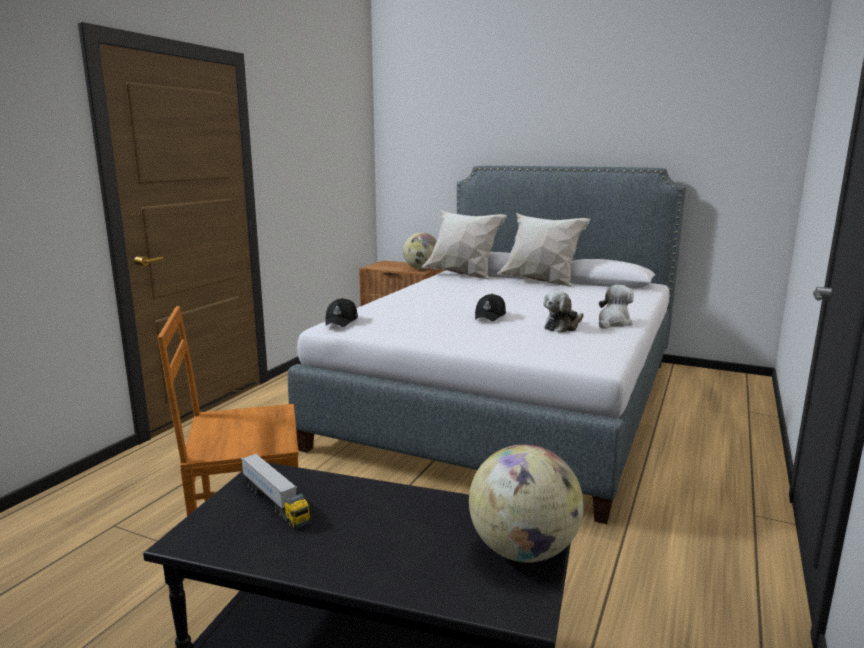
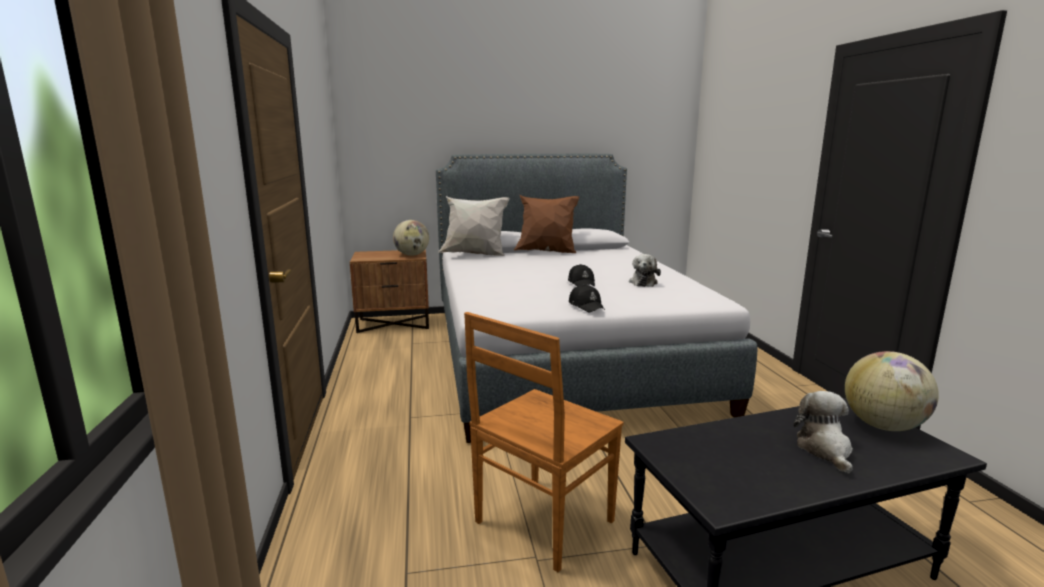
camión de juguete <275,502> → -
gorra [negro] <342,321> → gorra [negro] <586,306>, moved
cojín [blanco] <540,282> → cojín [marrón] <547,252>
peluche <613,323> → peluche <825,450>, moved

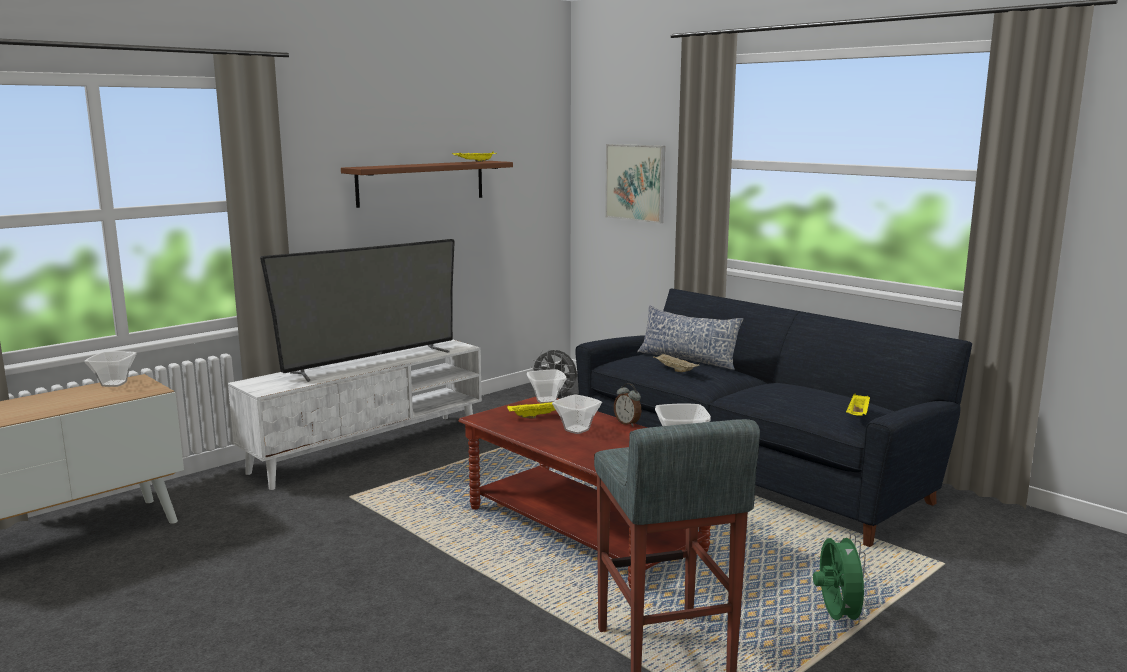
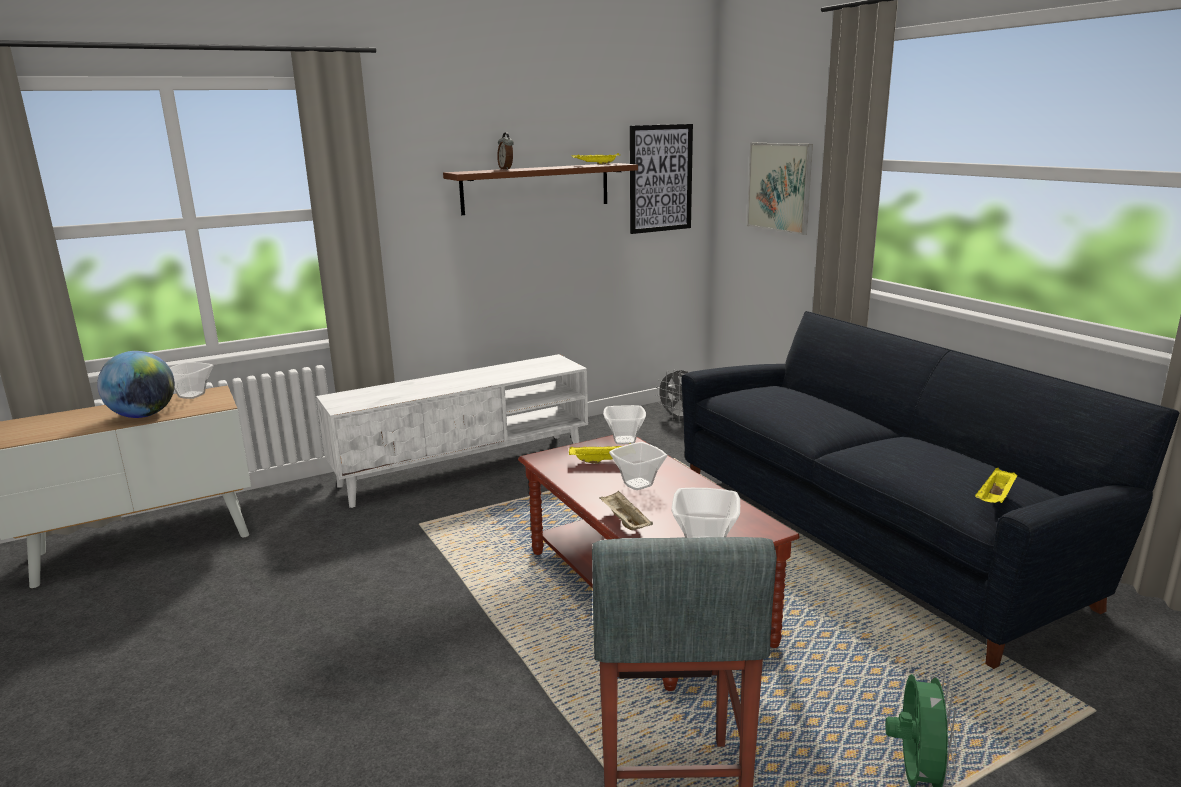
televisor <371,362> → -
despertador <627,423> → despertador <506,169>, moved
cojín <687,359> → -
bandeja [beis] <674,370> → bandeja [beis] <624,522>, moved
- → globo terráqueo <143,415>
- → cuadro <660,178>

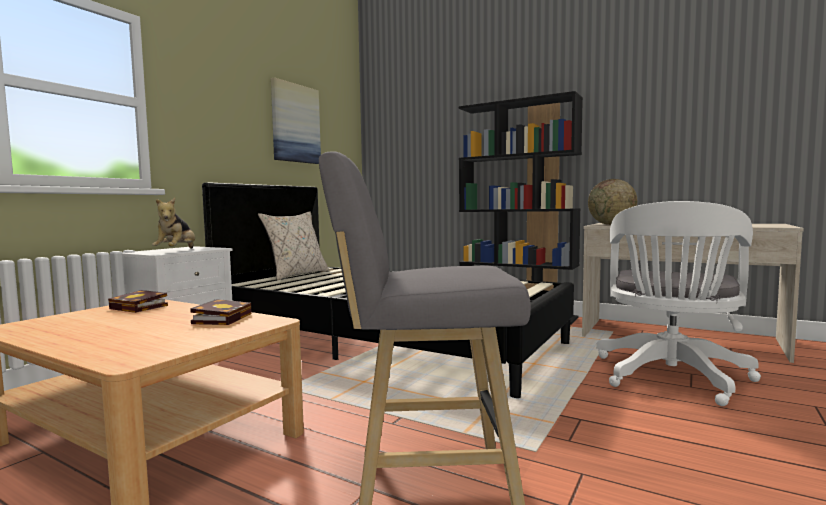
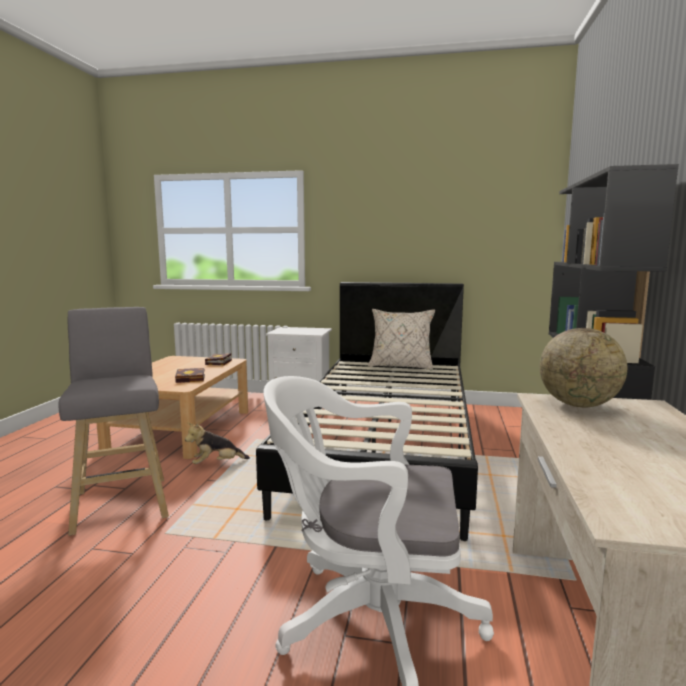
peluche <176,251> → peluche <216,464>, moved
cuadro <295,123> → -

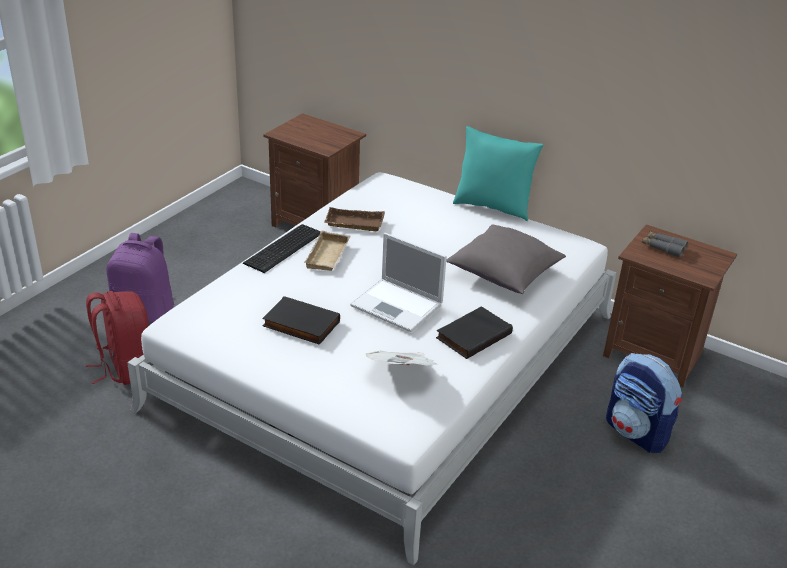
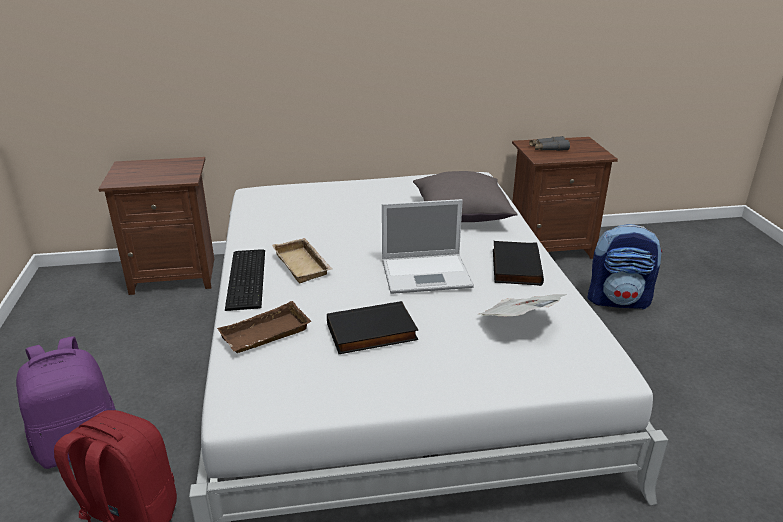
bandeja [marrón] <353,224> → bandeja [marrón] <265,335>, moved
cojín [turquesa] <492,207> → -

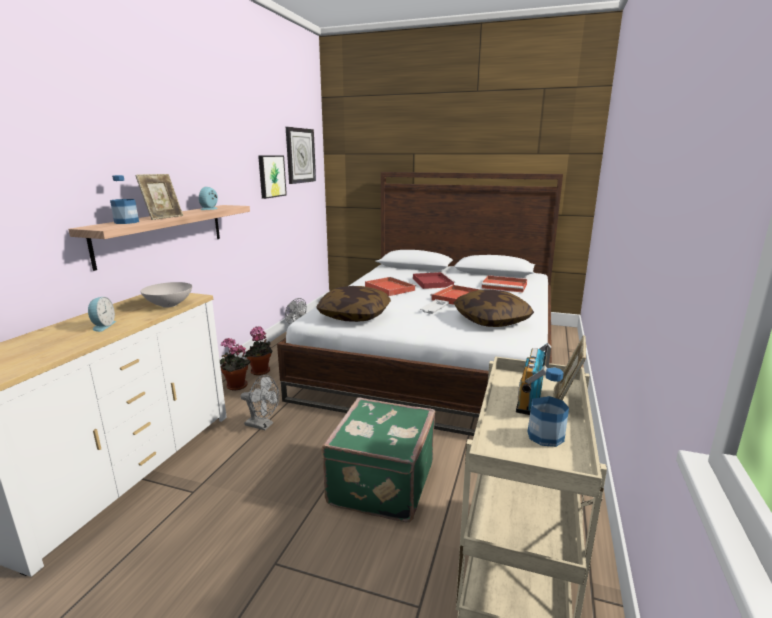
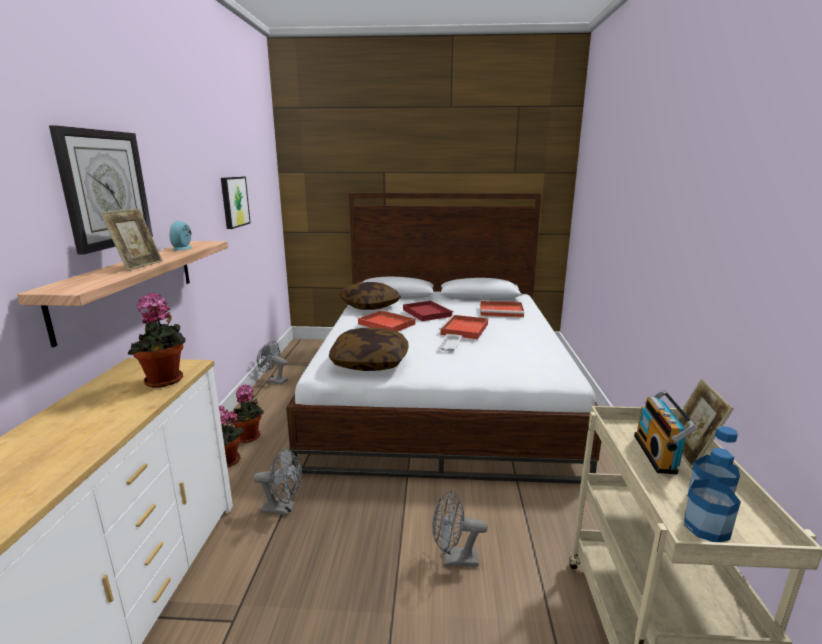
despertador <102,326> → -
botella <126,222> → botella <706,527>, moved
cuenco [blanco] <169,305> → planta en maceta <165,382>
reloj de pared <300,155> → reloj de pared <105,189>, moved
maleta [verde] <379,483> → ventilador [gris] <454,559>
cojín <491,320> → cojín <370,306>, moved

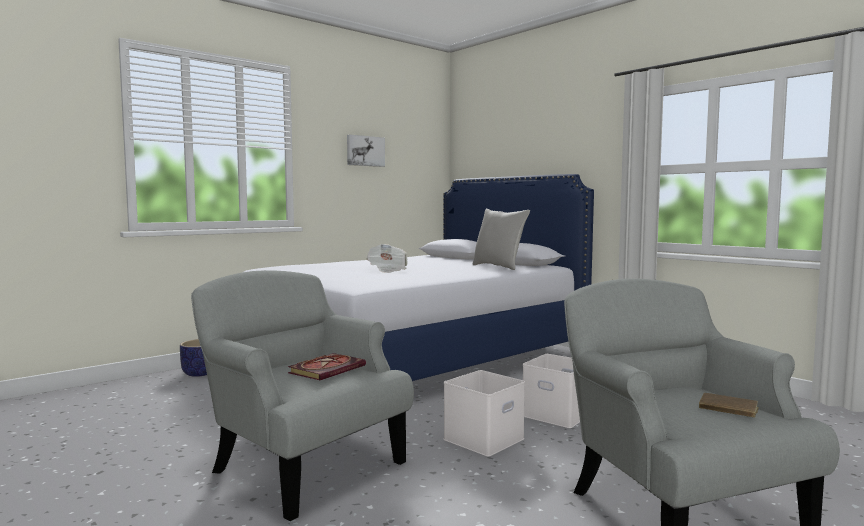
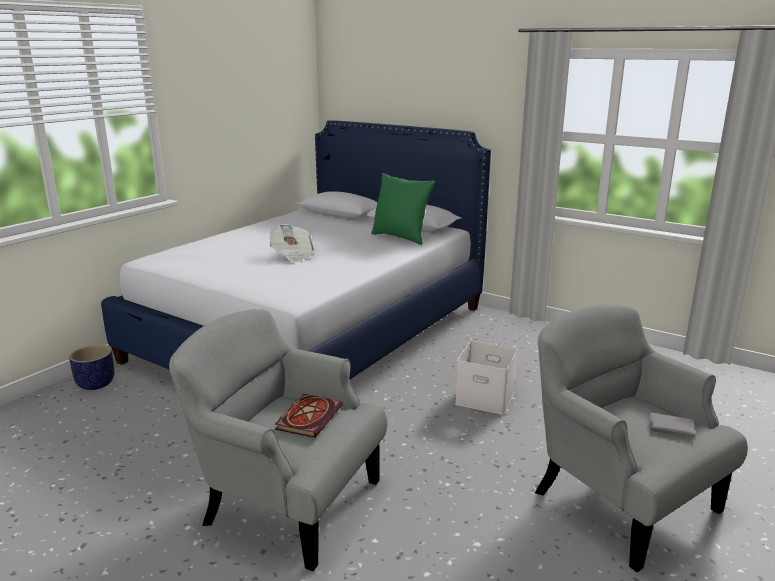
cuadro <365,151> → -
caja de almacenaje [blanco] <483,438> → -
cojín [gris] <499,267> → cojín [verde] <401,237>
libro [marrón] <727,409> → libro [gris] <671,429>

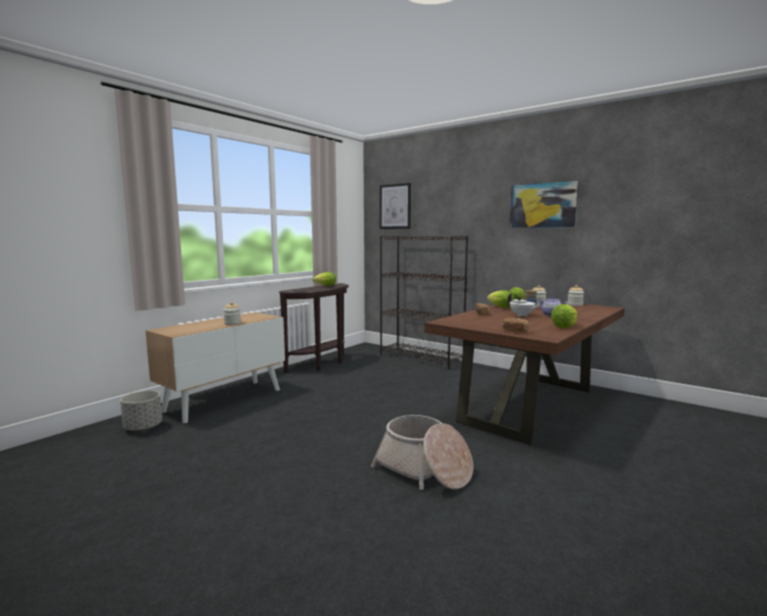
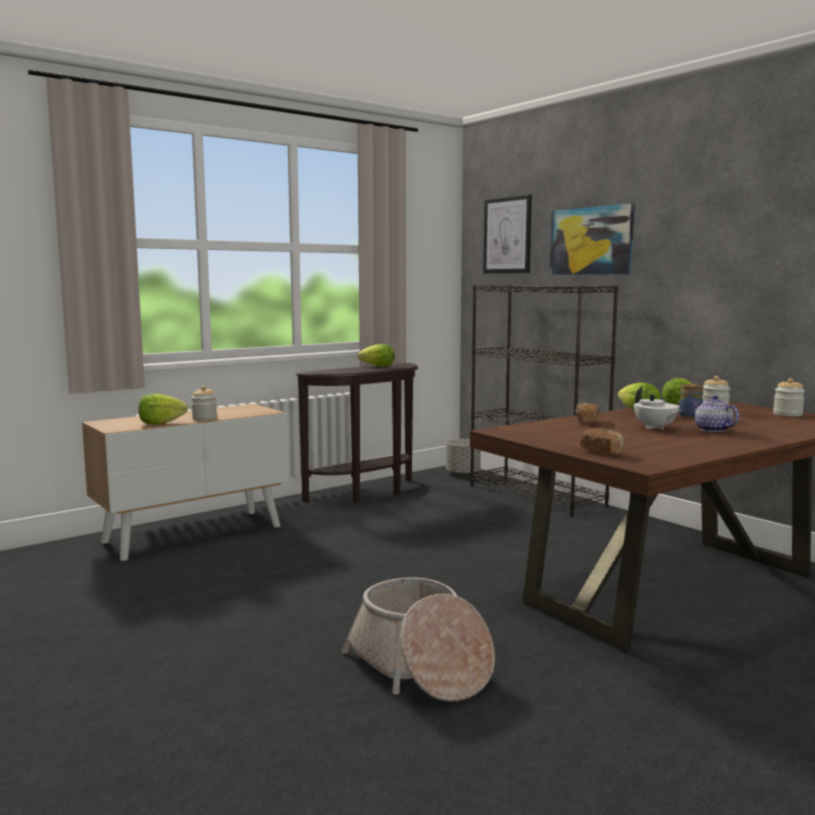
maceta [gris] <143,428> → maceta [gris] <463,474>, moved
cuadro <543,205> → cuadro <591,241>, moved
lechuga <564,326> → lechuga <160,423>, moved

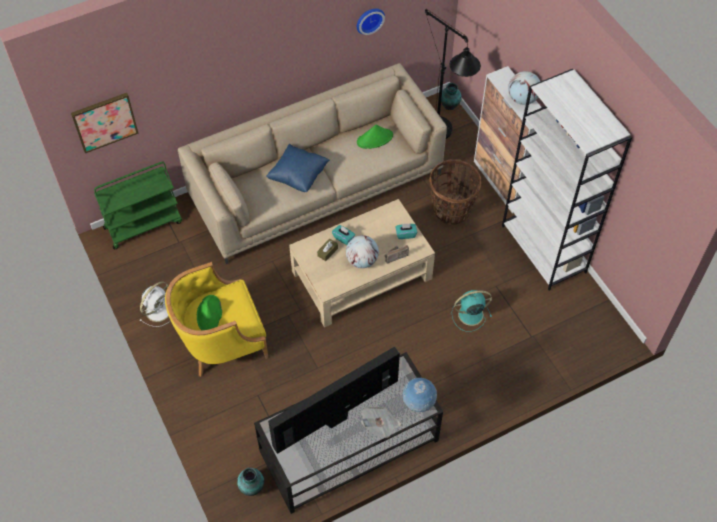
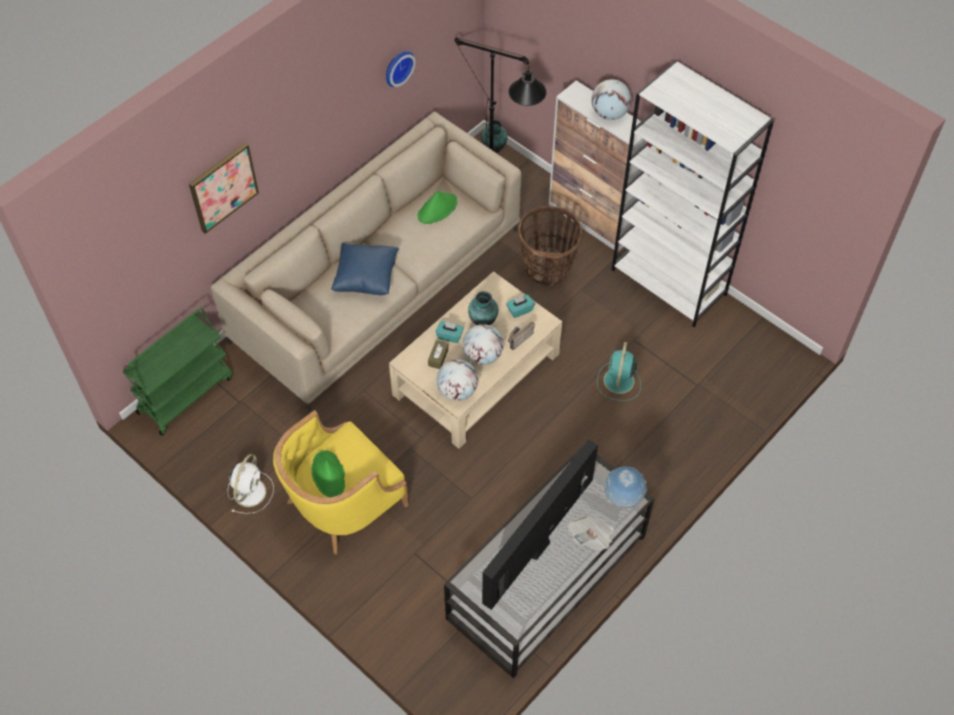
cuadro <104,122> → cuadro <223,187>, moved
florero <252,487> → florero <483,320>, moved
ventilador [turquesa] <469,315> → ventilador [turquesa] <618,382>, 45 degrees counterclockwise
- → globo terráqueo <457,391>

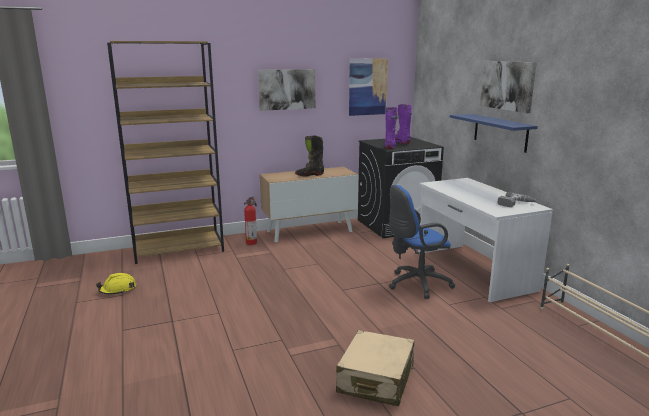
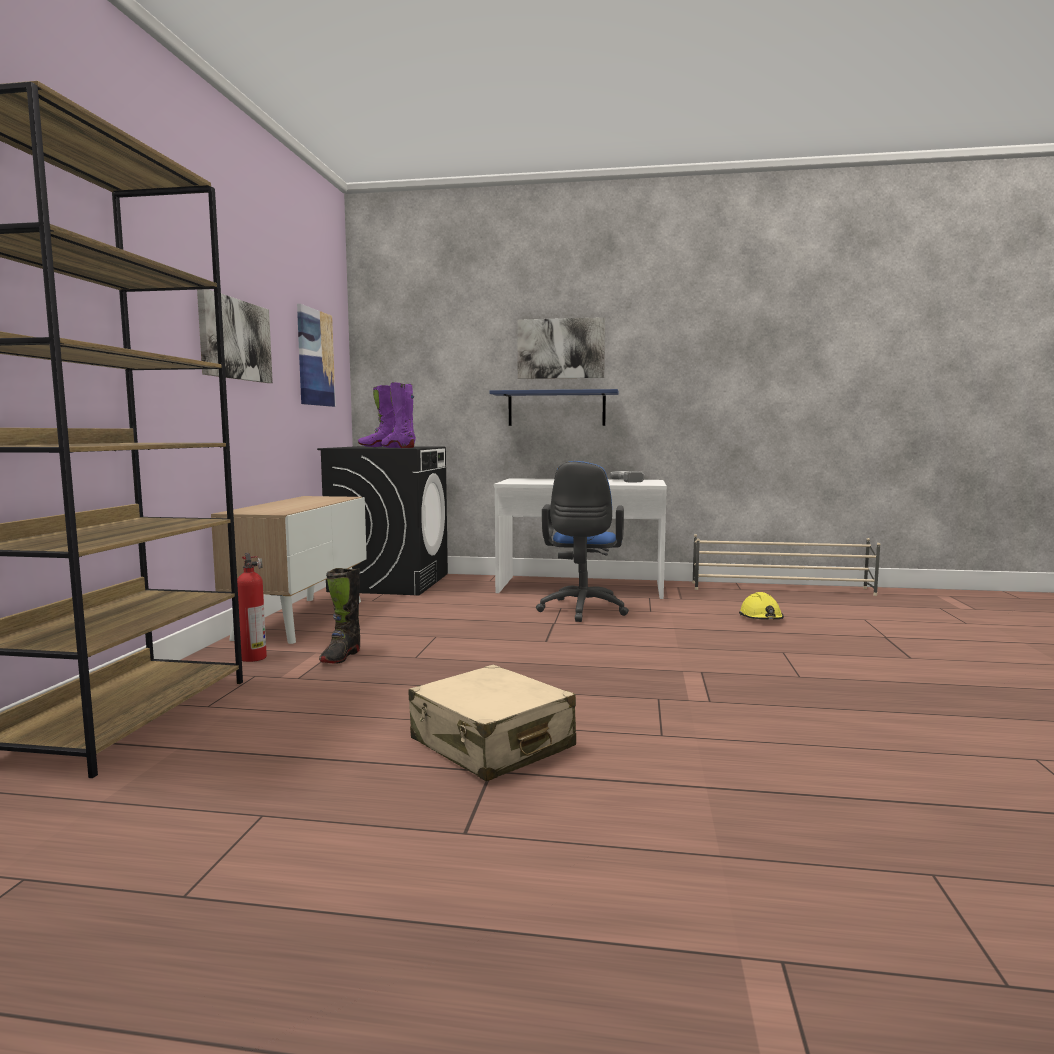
casco [amarillo] <118,290> → casco [amarillo] <761,618>, moved
bota [negro] <309,175> → bota [negro] <341,657>, moved
maleta [beis] <376,379> → maleta [beis] <491,744>, moved

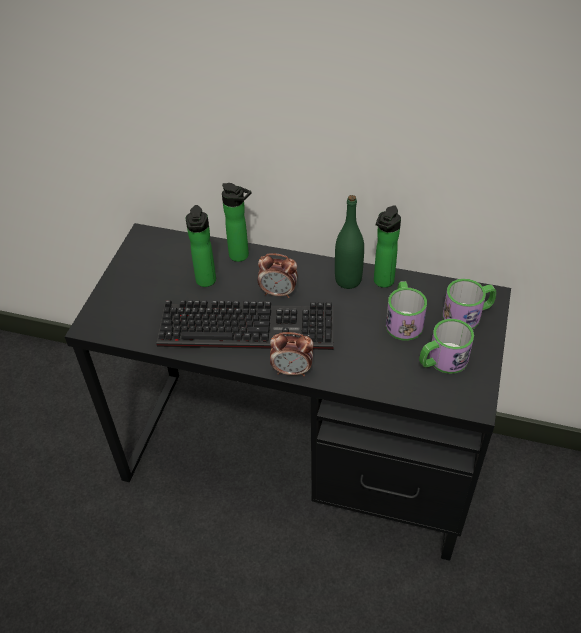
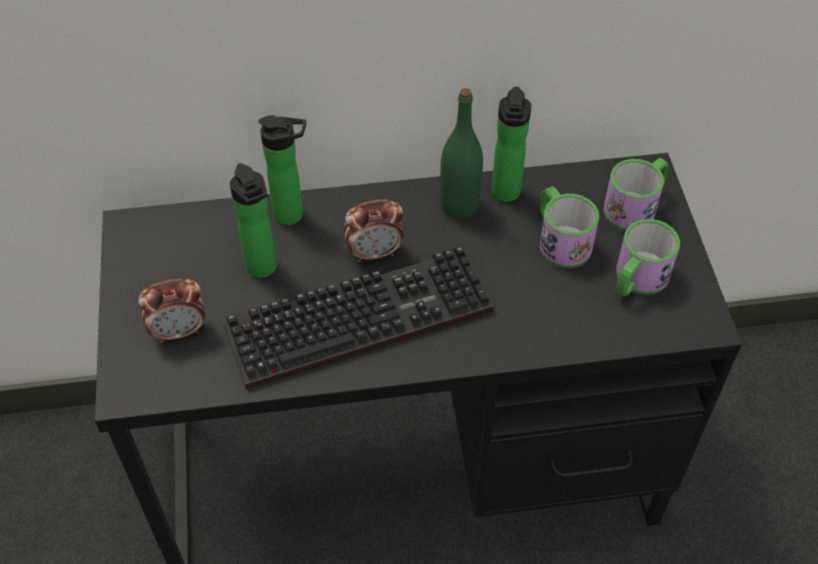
despertador <292,370> → despertador <179,331>, moved

